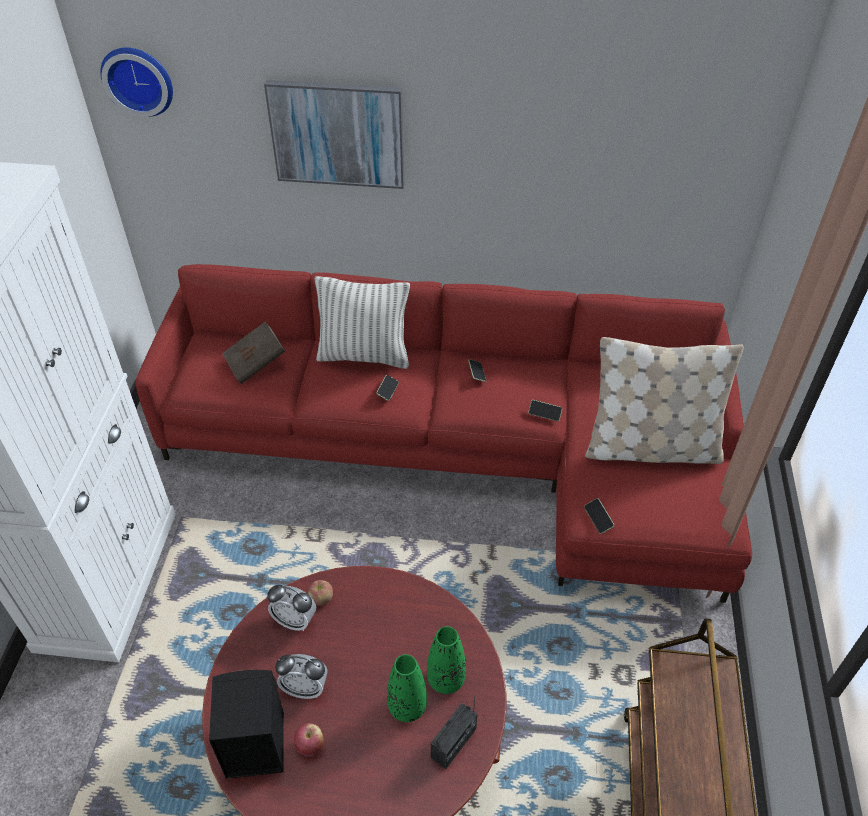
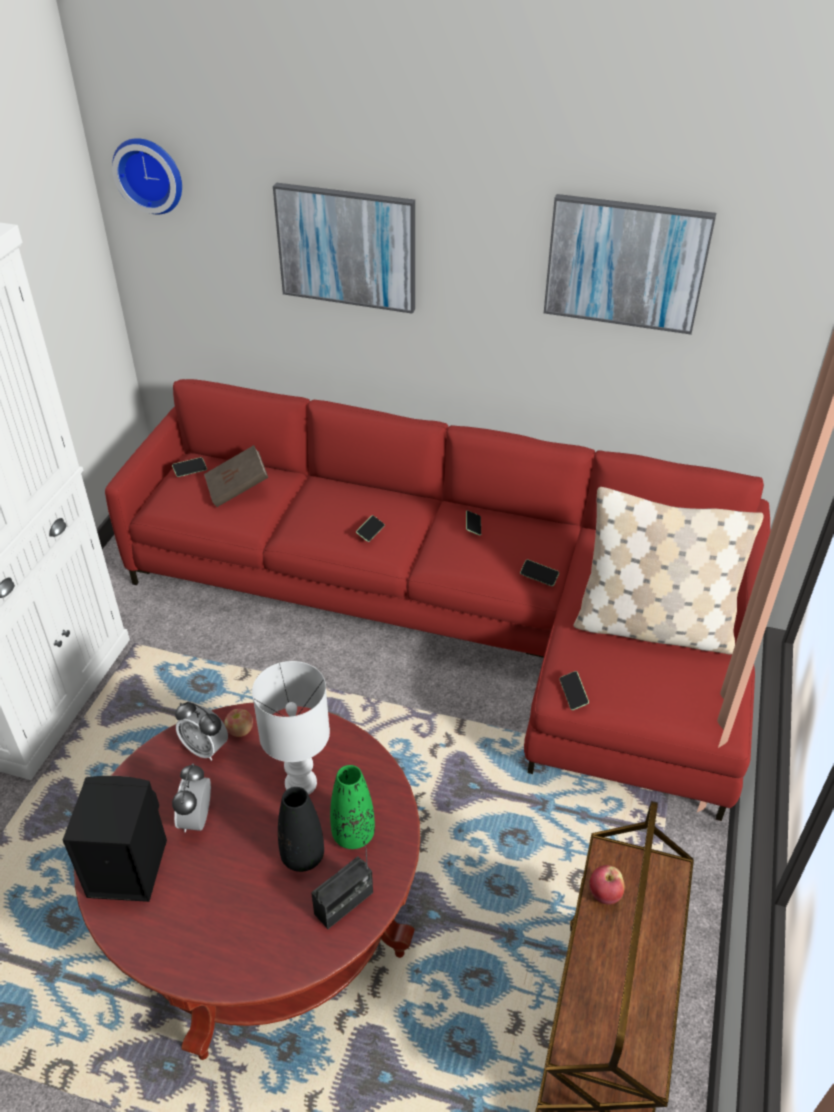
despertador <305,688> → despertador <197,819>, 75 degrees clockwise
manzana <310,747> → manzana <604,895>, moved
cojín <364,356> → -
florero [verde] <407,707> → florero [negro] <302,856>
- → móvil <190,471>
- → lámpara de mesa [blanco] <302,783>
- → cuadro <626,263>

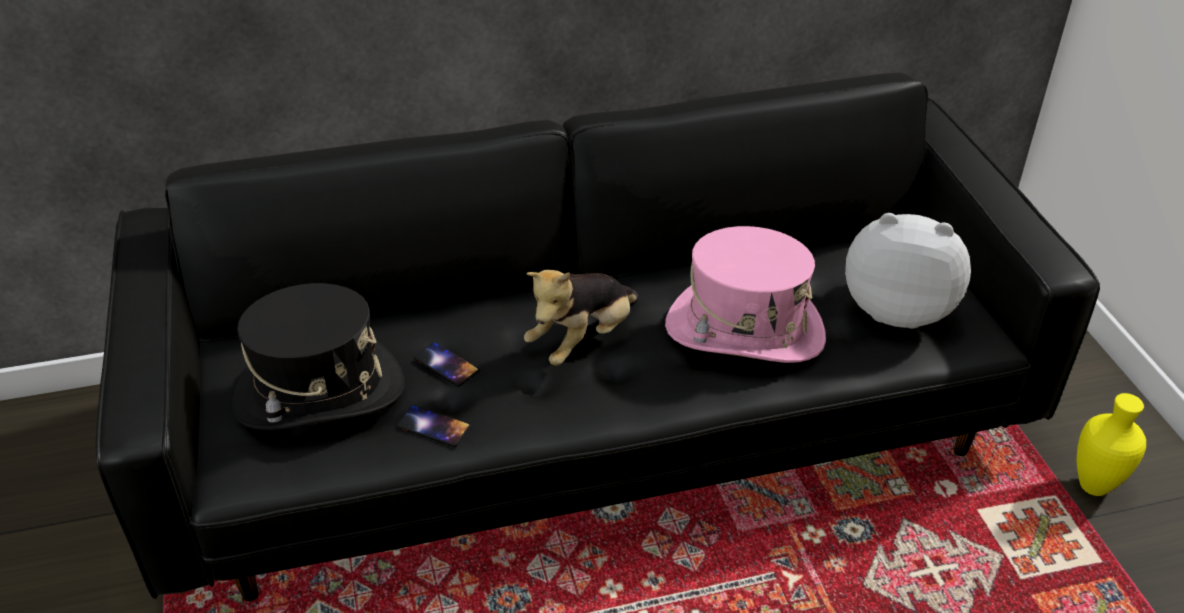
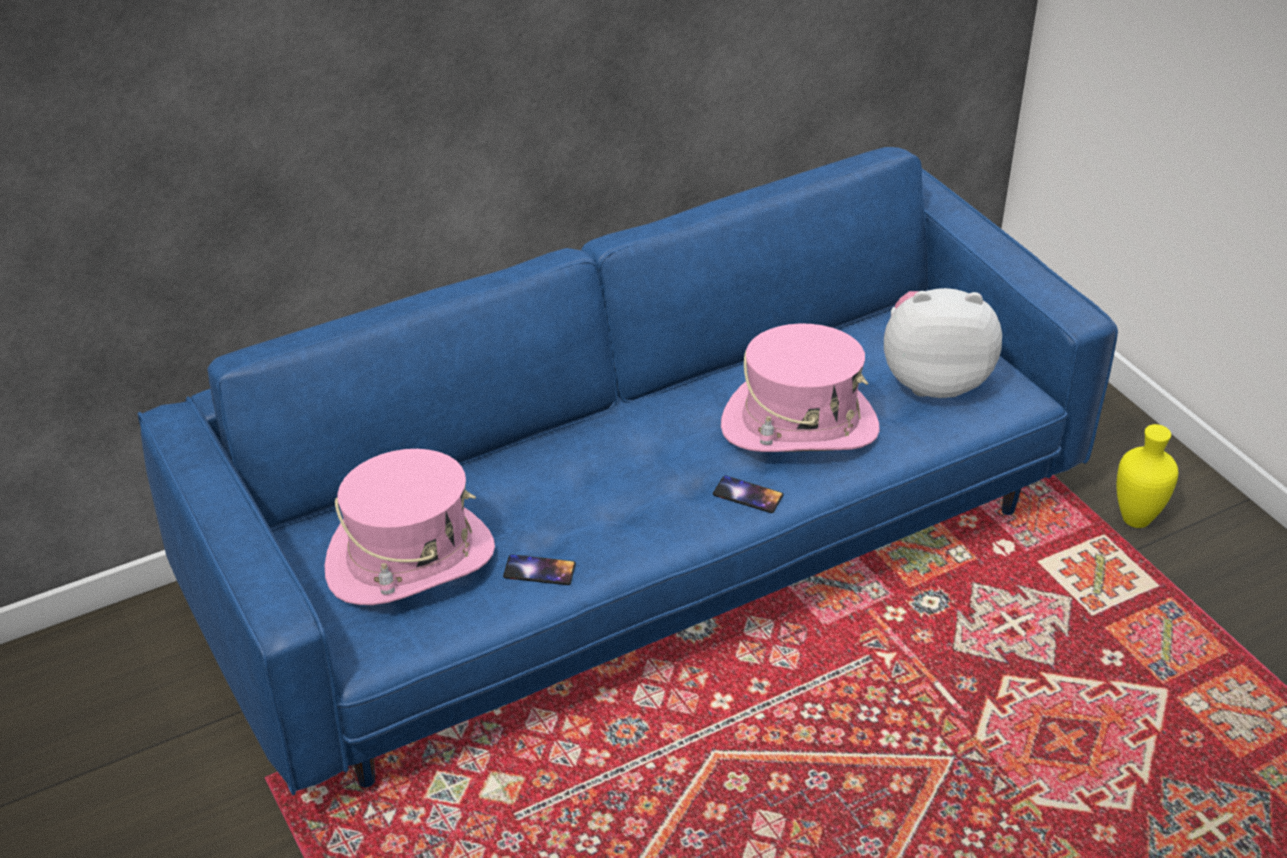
sofá [negro] <592,422> → sofá [azul] <643,550>
sombrero [negro] <319,393> → sombrero [rosa] <410,561>
móvil <446,364> → móvil <748,495>, moved
peluche <583,339> → -

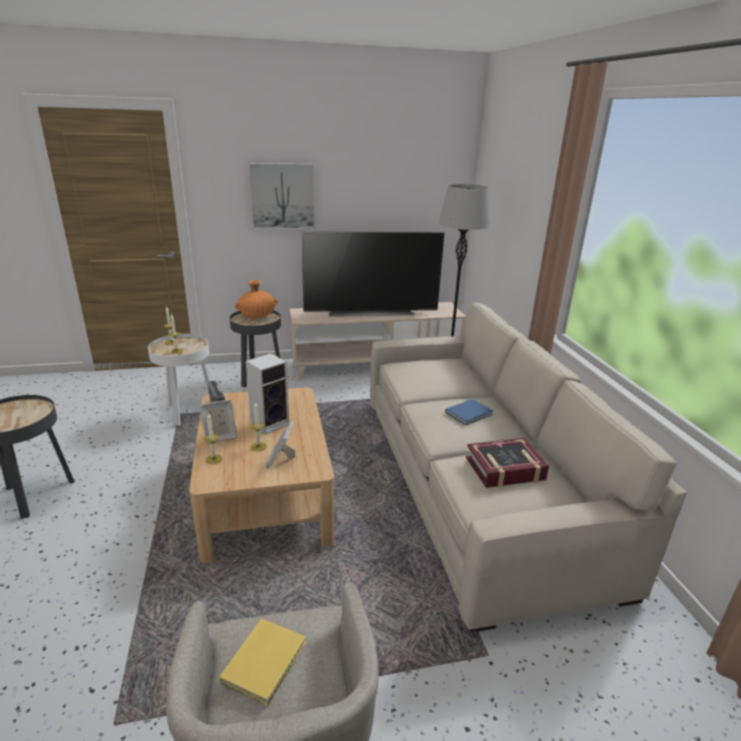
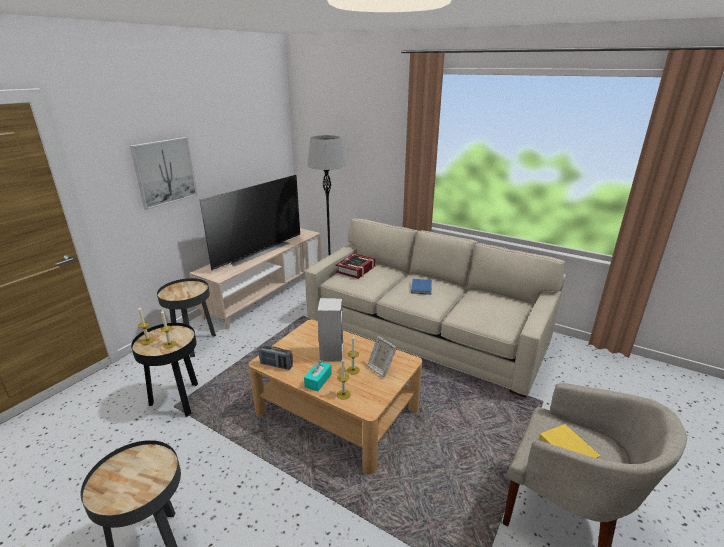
mesa auxiliar [blanco] <187,412> → mesa auxiliar [negro] <178,400>
portarretratos <219,437> → caja de pañuelos [turquesa] <318,380>
florero [naranja] <257,316> → -
libro <505,469> → libro <356,269>, moved

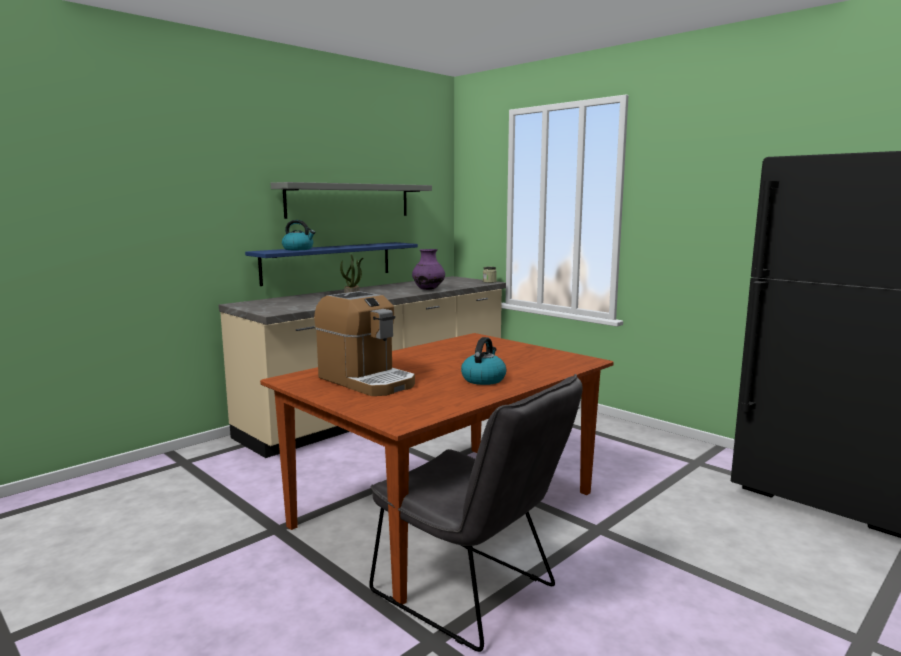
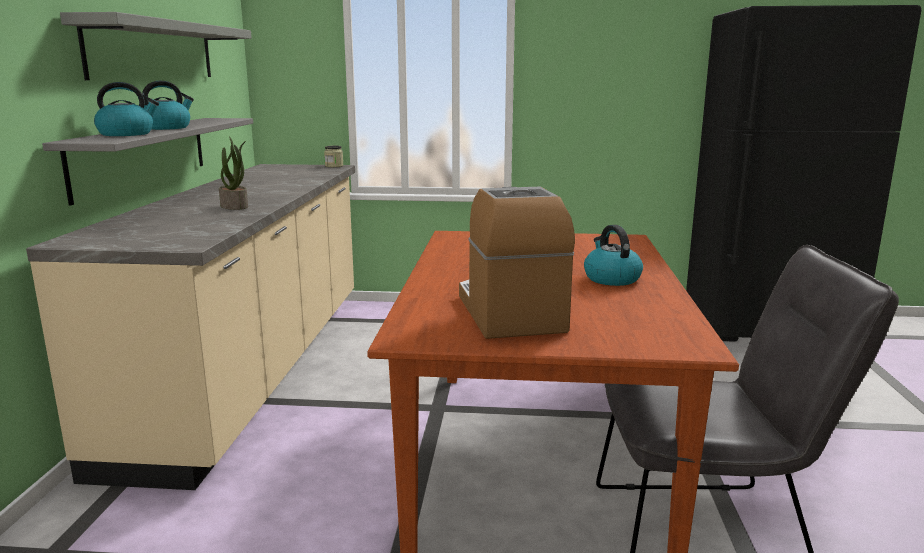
estante [azul] <328,262> → estante [gris] <142,155>
cafetera <366,381> → cafetera <509,313>, 105 degrees counterclockwise
florero [morado] <428,289> → -
- → hervidor <167,128>

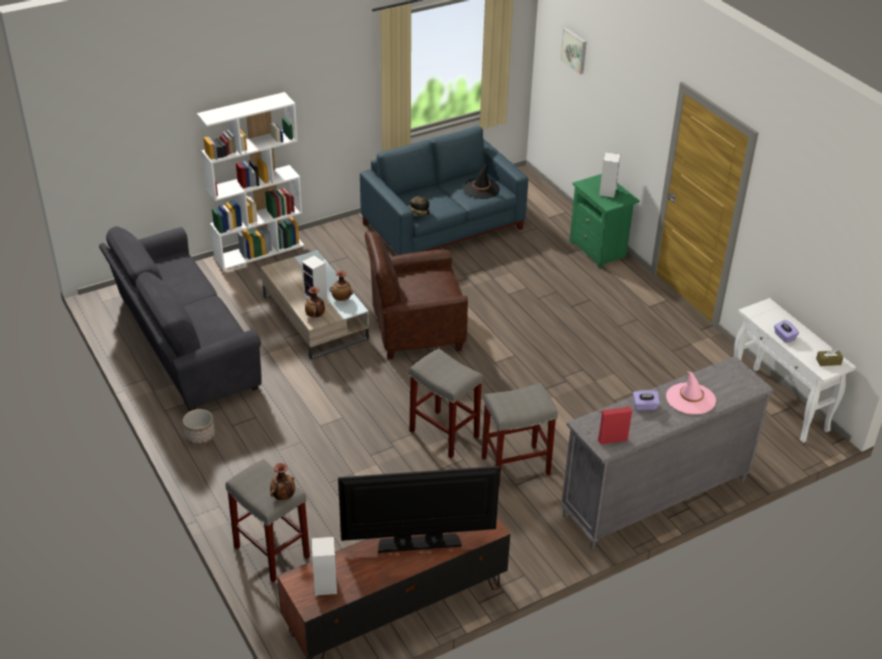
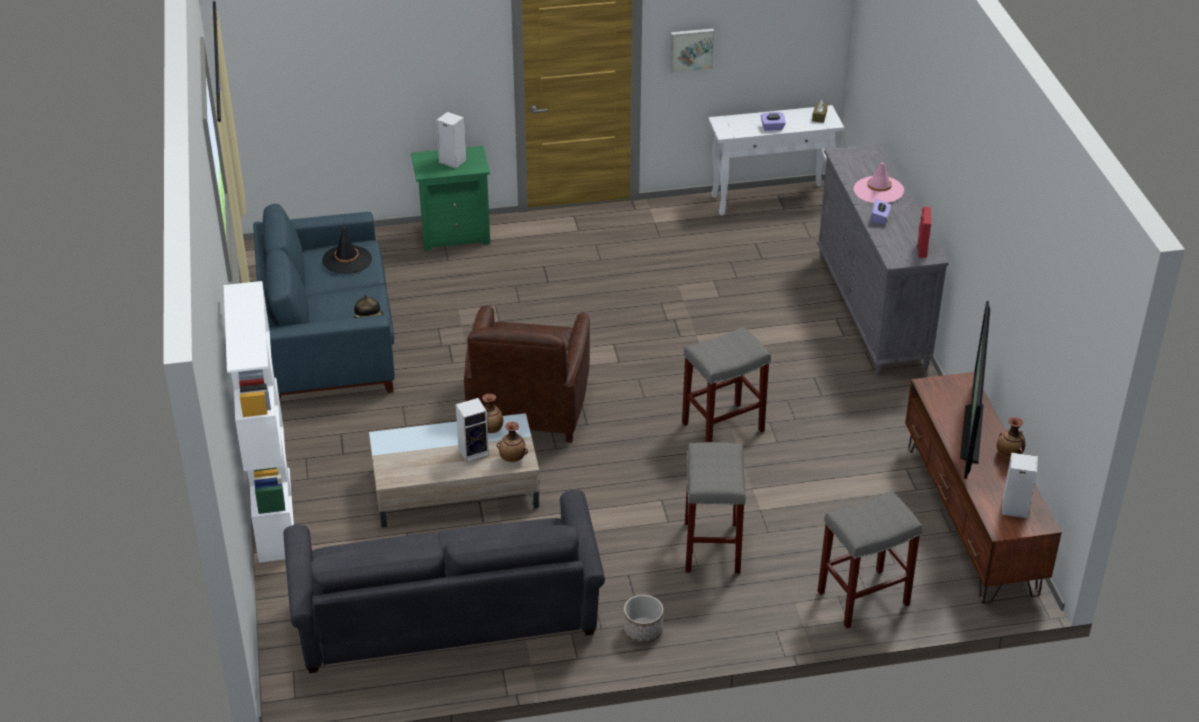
florero <283,496> → florero <1009,455>, moved
taburete [gris] <514,466> → taburete [gris] <712,548>, moved
cuadro <575,50> → cuadro <691,49>, moved

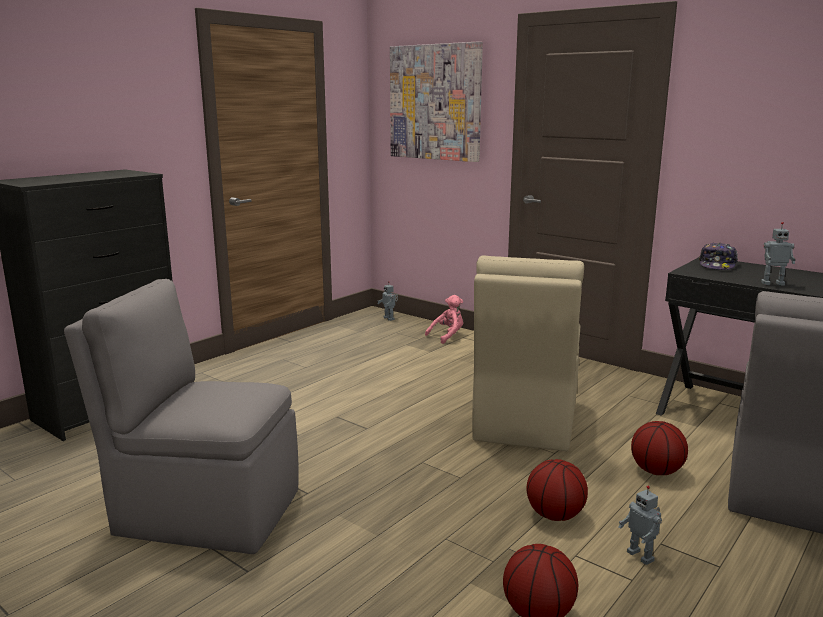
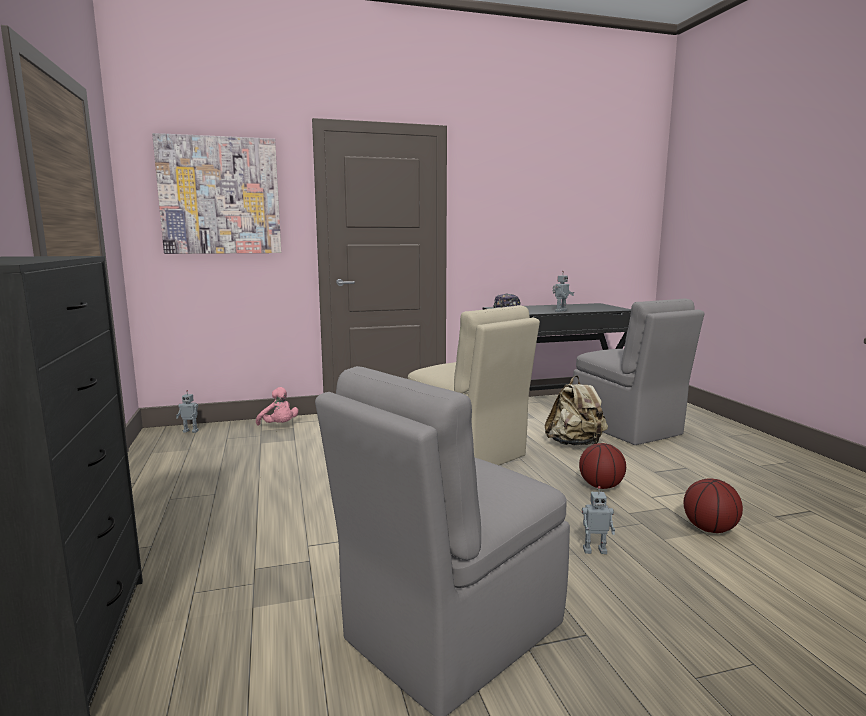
peluche [rosa] <447,336> → peluche [rosa] <279,426>, 135 degrees clockwise
robot de juguete <641,556> → robot de juguete <594,550>, moved
balón de baloncesto <657,471> → mochila [beis] <575,444>

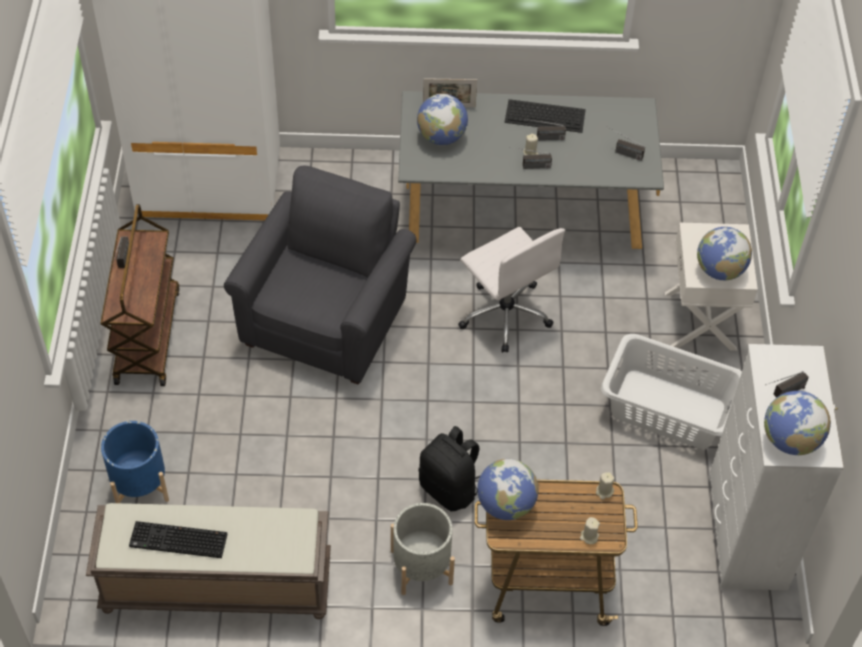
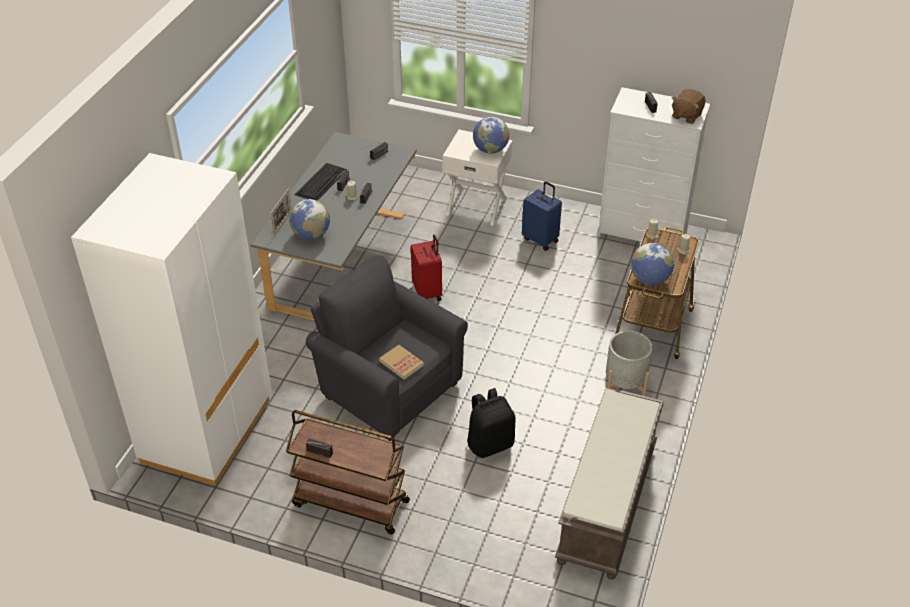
maceta [azul] <140,485> → -
teclado <177,542> → -
mochila [negro] <449,489> → mochila [negro] <490,443>, moved
silla de oficina [blanco] <505,314> → maleta [rojo] <428,292>
cesto de la ropa [blanco] <668,410> → maleta [azul] <541,239>
globo terráqueo <790,440> → peluche [marrón] <686,115>
- → libro <401,363>

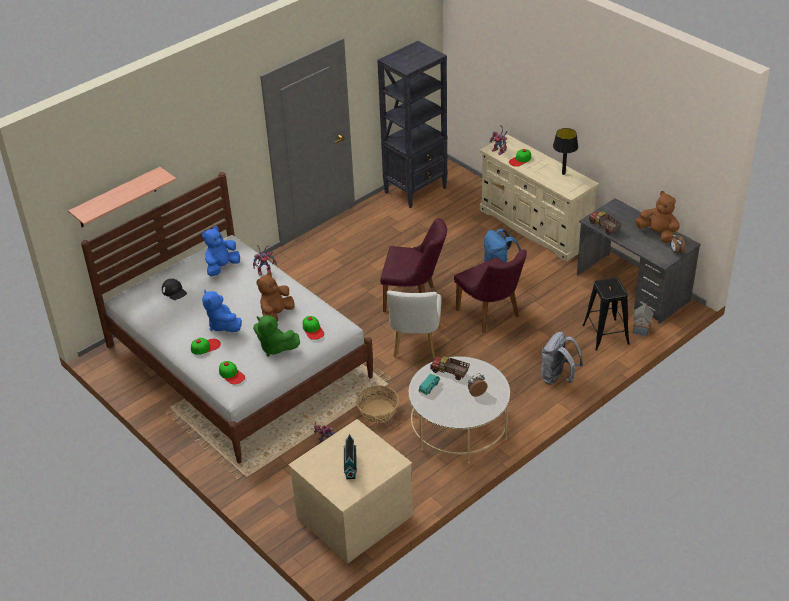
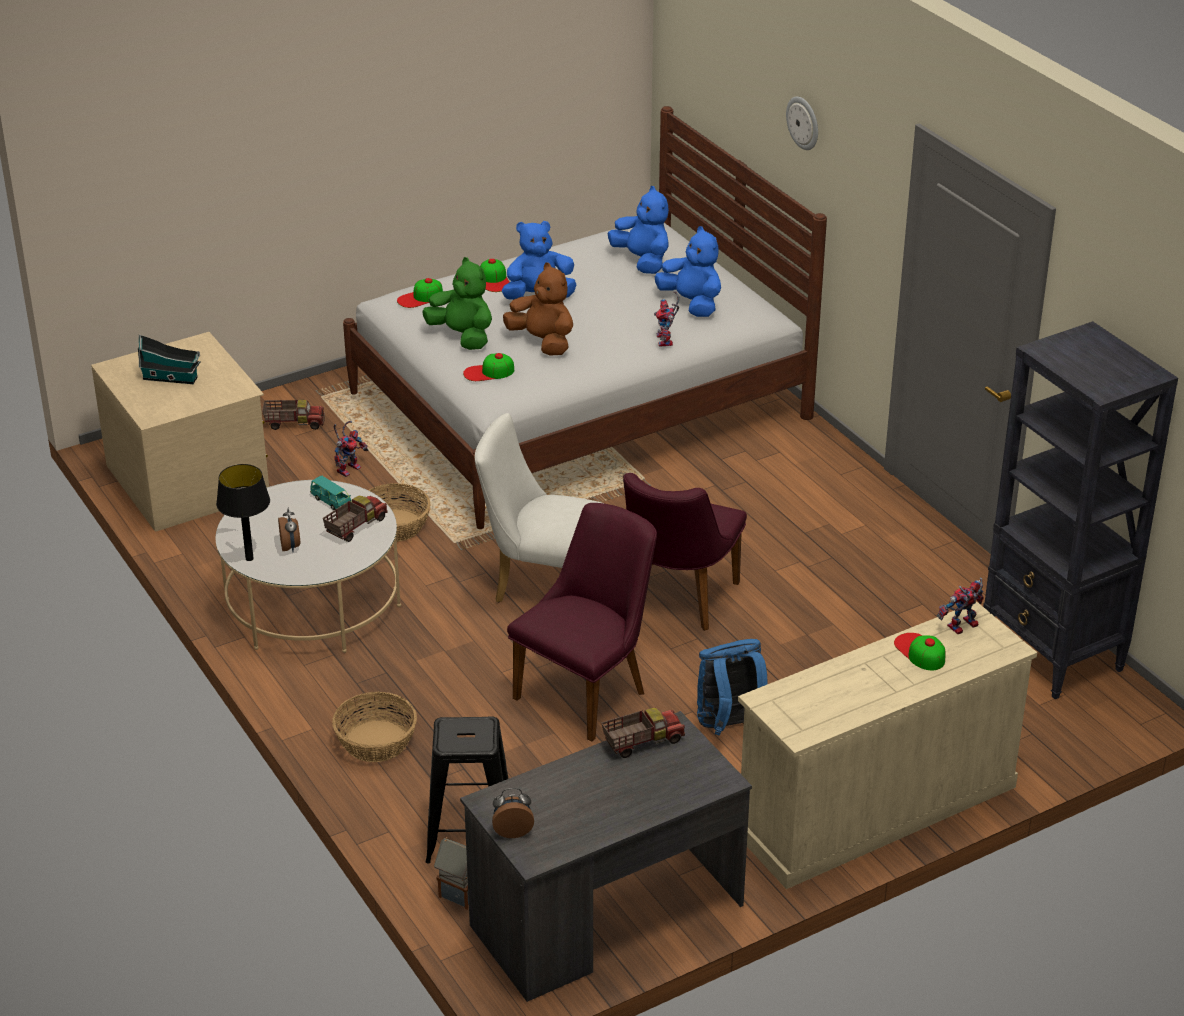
estante <117,198> → -
gorra [negro] <174,292> → peluche [azul] <642,261>
peluche [verde] <275,347> → peluche [verde] <462,336>, 90 degrees clockwise
silla [morado] <491,315> → silla [morado] <589,690>, 150 degrees clockwise
mochila [gris] <558,378> → cesta <375,741>
lámpara de mesa [negro] <563,173> → lámpara de mesa [negro] <249,558>, moved
peluche [marrón] <658,234> → -
- → camión de juguete <294,423>
- → reloj de pared <803,122>

